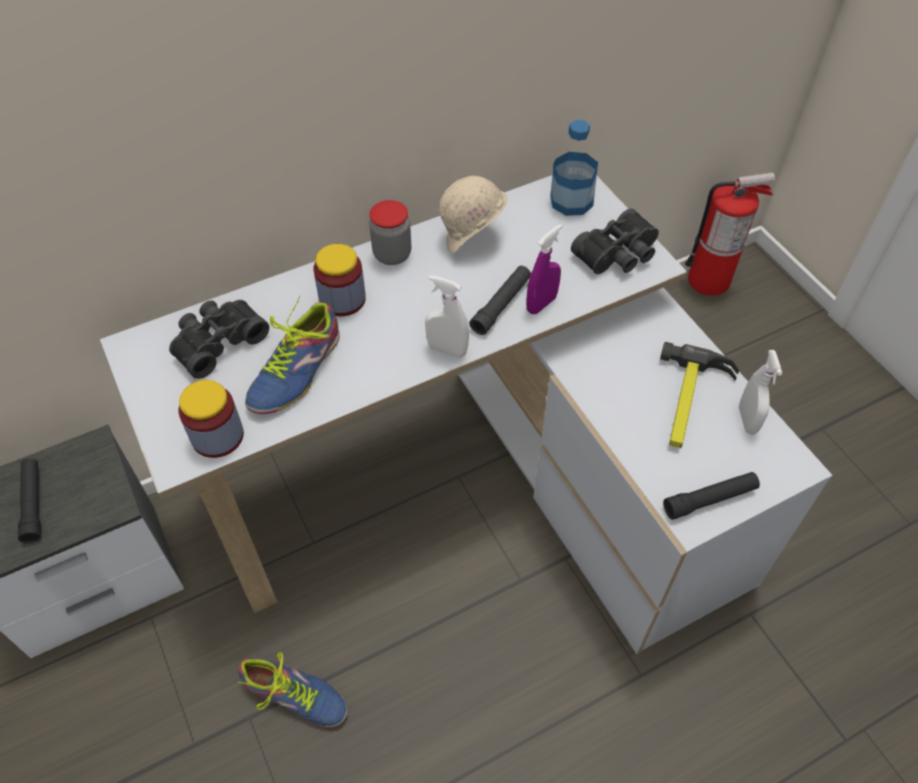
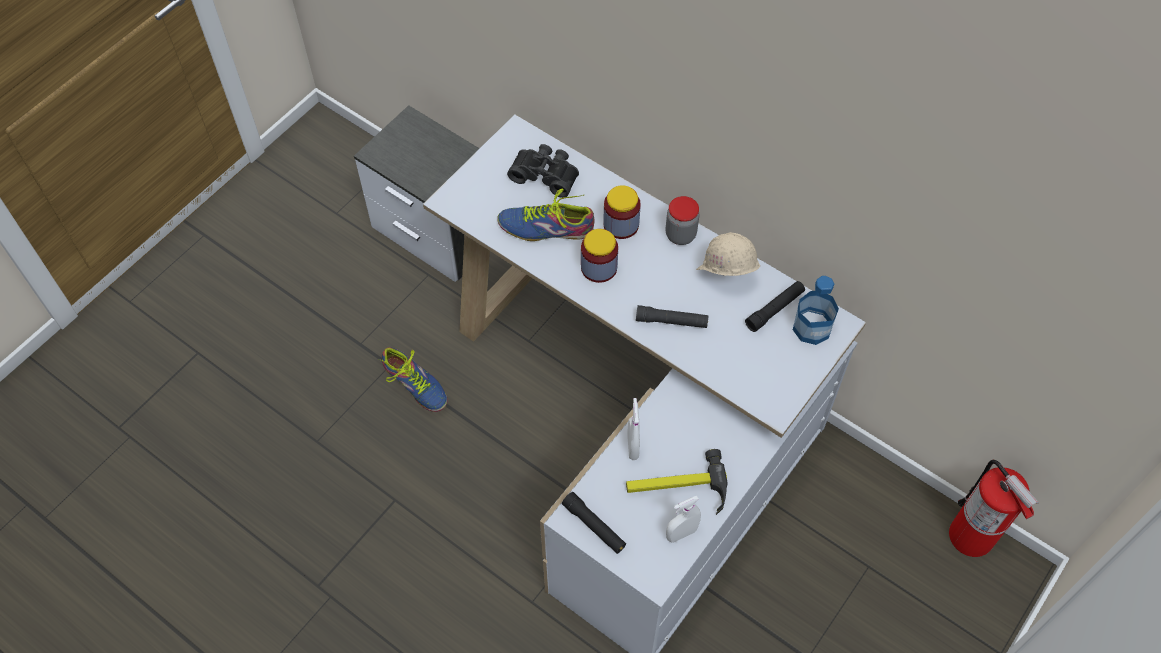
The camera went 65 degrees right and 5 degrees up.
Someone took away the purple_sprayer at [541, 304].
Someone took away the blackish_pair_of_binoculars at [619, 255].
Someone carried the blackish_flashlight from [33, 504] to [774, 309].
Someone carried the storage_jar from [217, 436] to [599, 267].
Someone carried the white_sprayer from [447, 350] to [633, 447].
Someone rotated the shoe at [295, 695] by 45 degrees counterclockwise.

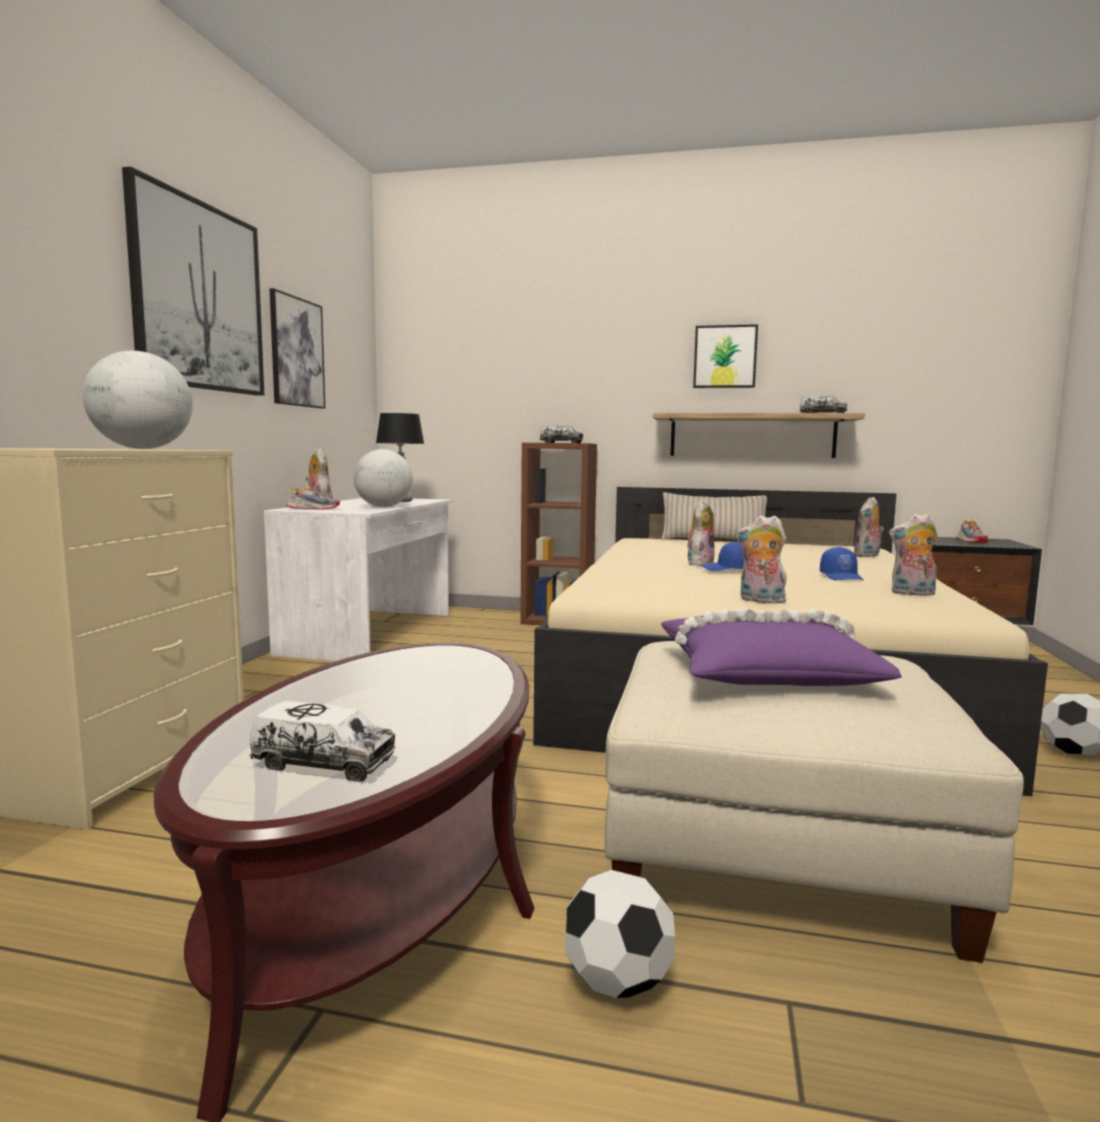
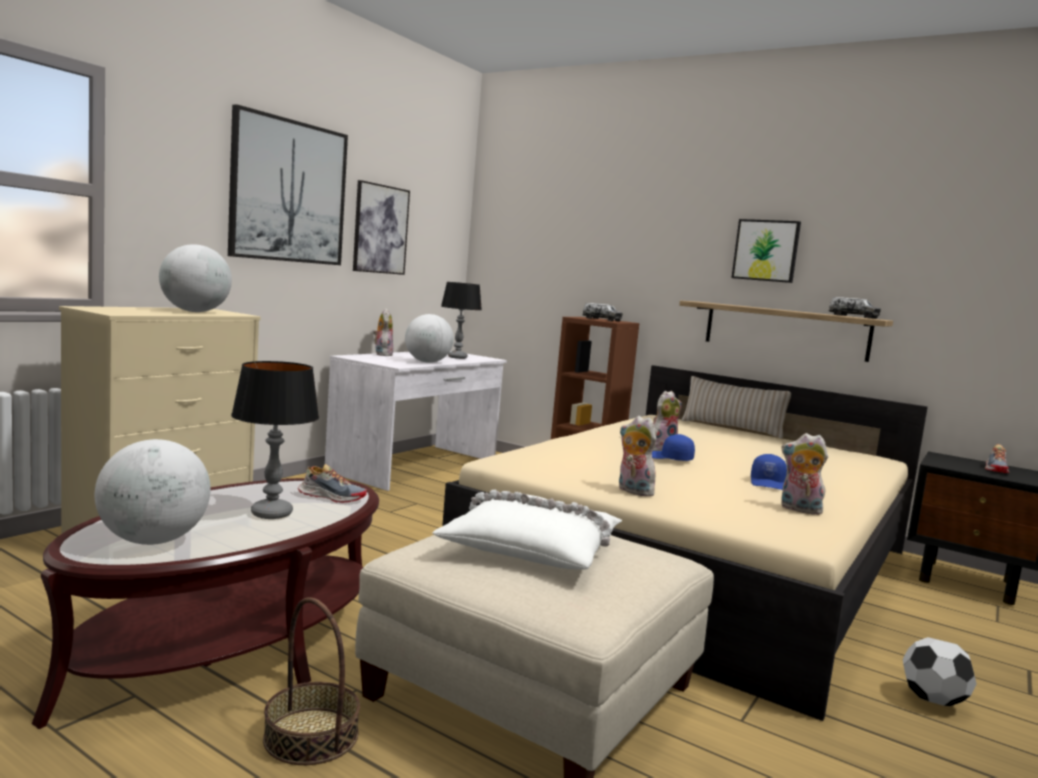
The camera went 20 degrees right and 0 degrees up.
Someone took away the plush_toy at [867, 556].
Someone put down the tabletop_lamp at [272, 514].
Someone carried the shoe from [313, 509] to [331, 497].
Someone swapped the toy_truck at [324, 763] for the world_globe at [153, 541].
Someone swapped the football at [617, 982] for the storage_basket at [311, 736].
Someone repainted the purple_pillow at [764, 671], which became the white_pillow at [532, 546].

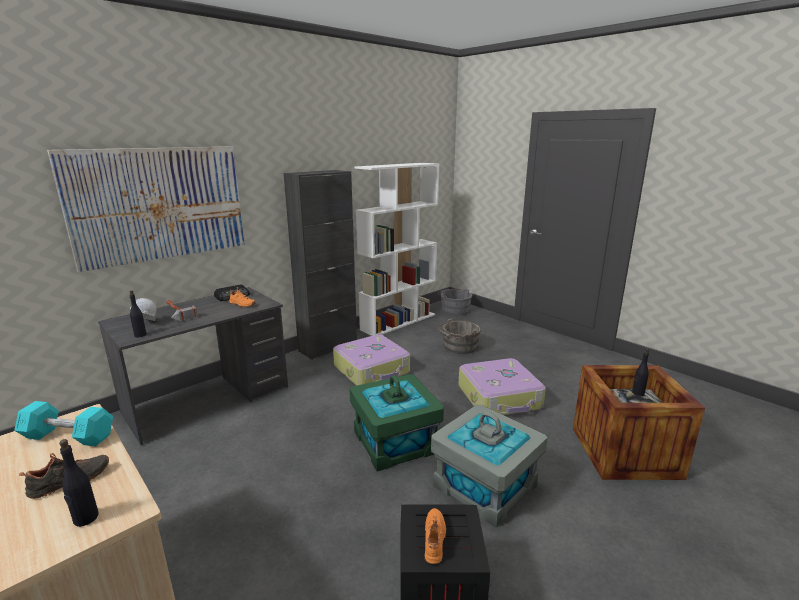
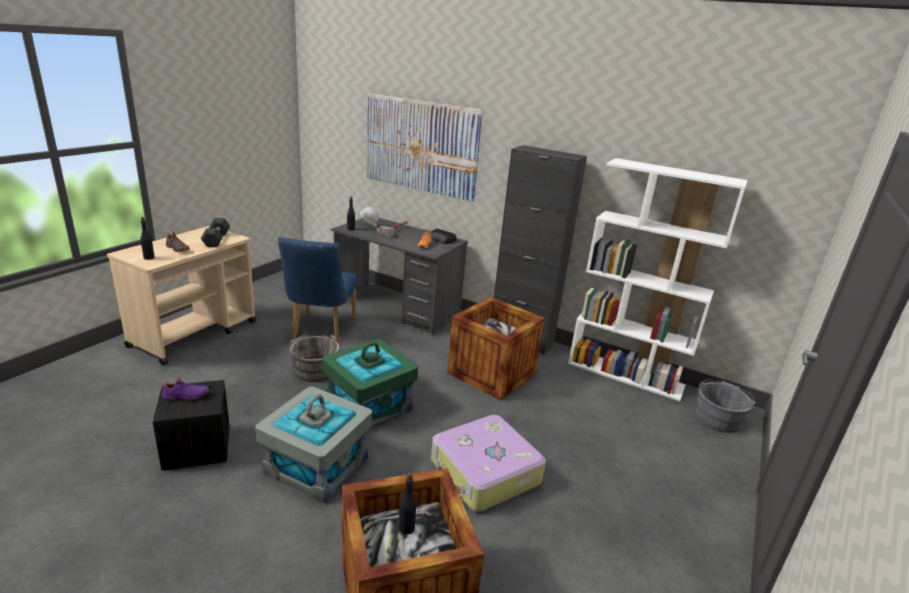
The camera went 70 degrees right and 5 degrees up.
Someone put down the blue_chair at [321, 330].
Someone carried the greyish_bucket from [458, 347] to [313, 369].
Someone swapped the suitcase at [372, 369] for the shipping_crate at [492, 373].
Someone repainted the turquoise_dumbbell at [68, 436], which became the greyish_dumbbell at [216, 239].
Someone repainted the orangey_shoe at [435, 539], which became the purple_shoe at [186, 396].

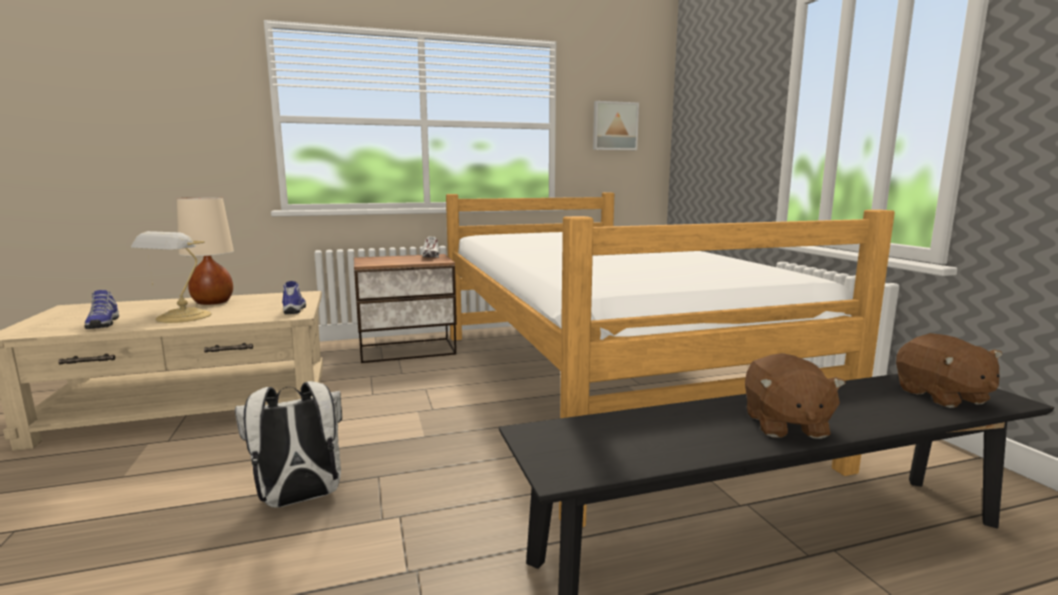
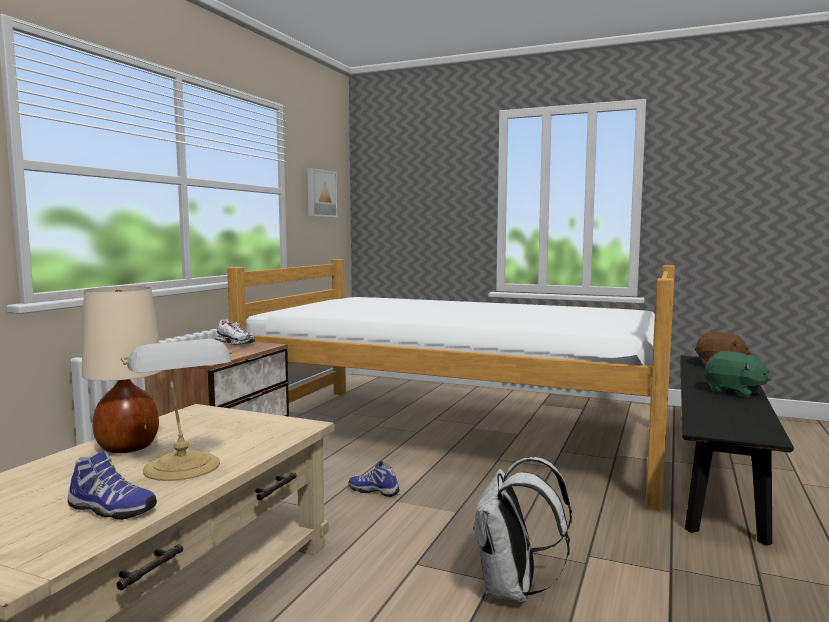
The camera went 50 degrees left and 5 degrees down.
Someone carried the shoe from [295, 309] to [374, 491].
Someone repainted the brown-coloured_plush_toy at [784, 425], which became the greenish_plush_toy at [734, 392].

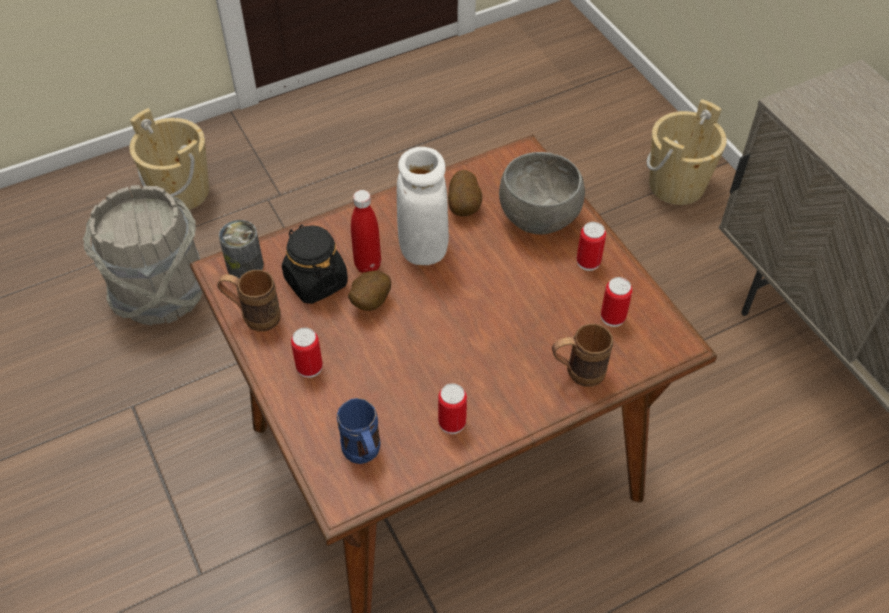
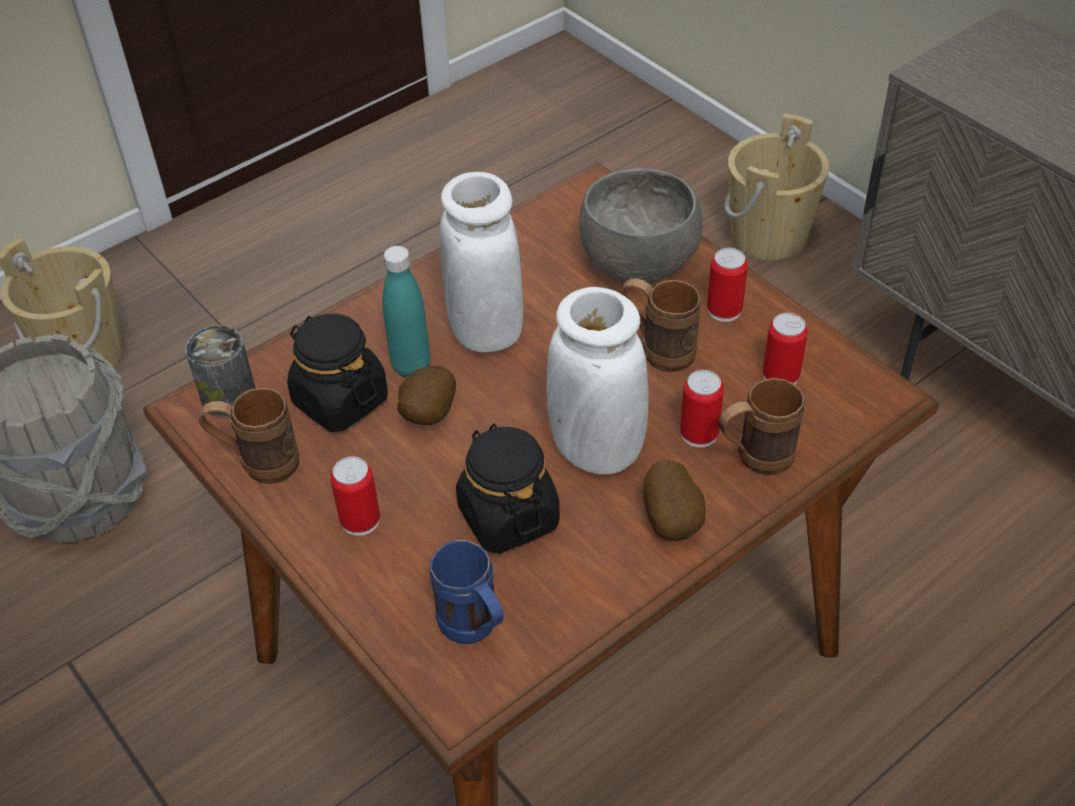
The camera went 10 degrees left and 5 degrees down.
Someone put down the blackish_storage_jar at [508, 516].
Someone put down the white_flower_vase at [596, 449].
Someone put down the brown-coloured_coffee_mug at [657, 350].
Someone carried the metal_can from [452, 422] to [699, 433].
Someone carried the whole_potato from [465, 207] to [673, 521].
Someone repainted the red_bottle at [368, 265], which became the turquoise_bottle at [411, 366].

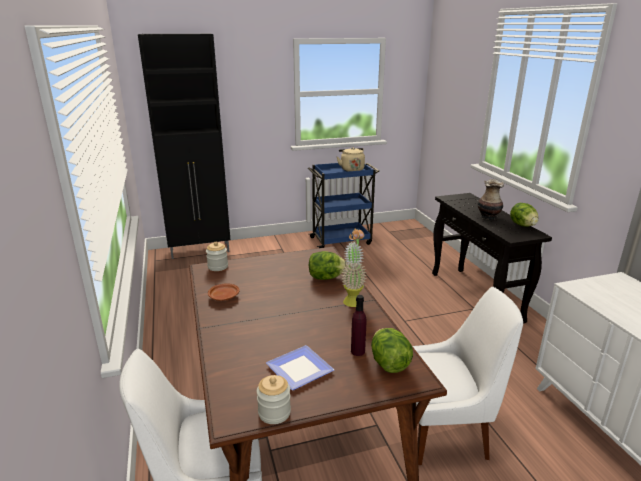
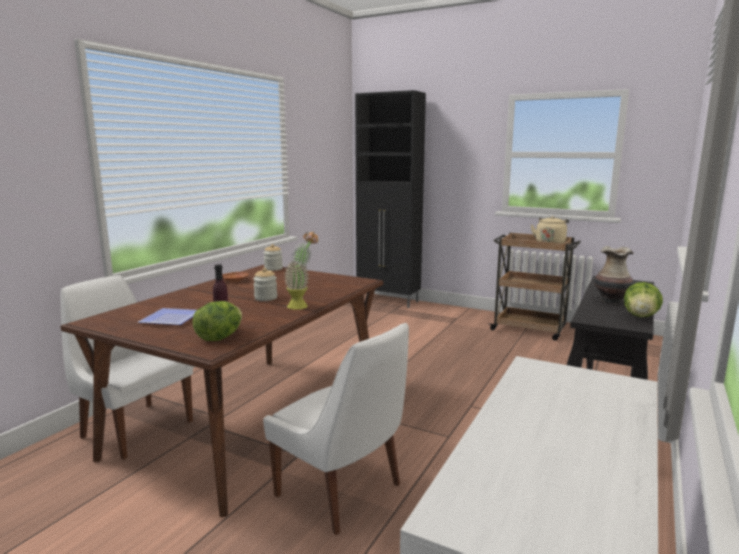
The camera went 45 degrees right and 10 degrees down.
Someone took away the lettuce at [326, 278].
Someone carried the storage_jar from [274, 413] to [265, 298].
Someone repainted the blue_trolley at [341, 240], which became the brown-coloured_trolley at [530, 329].

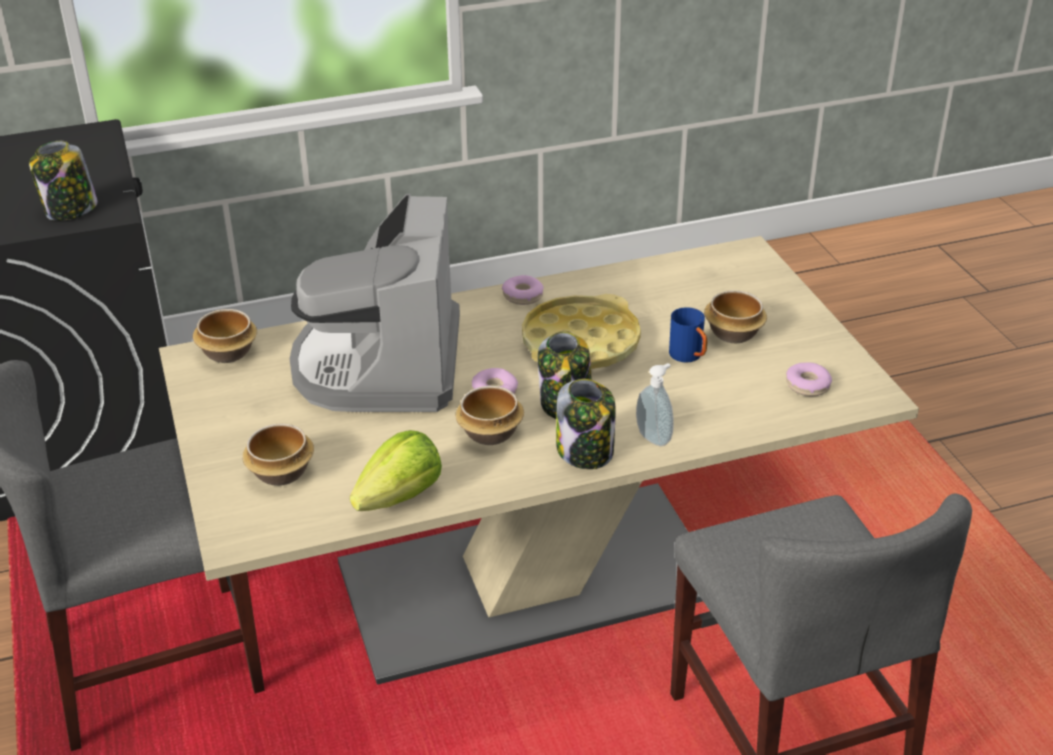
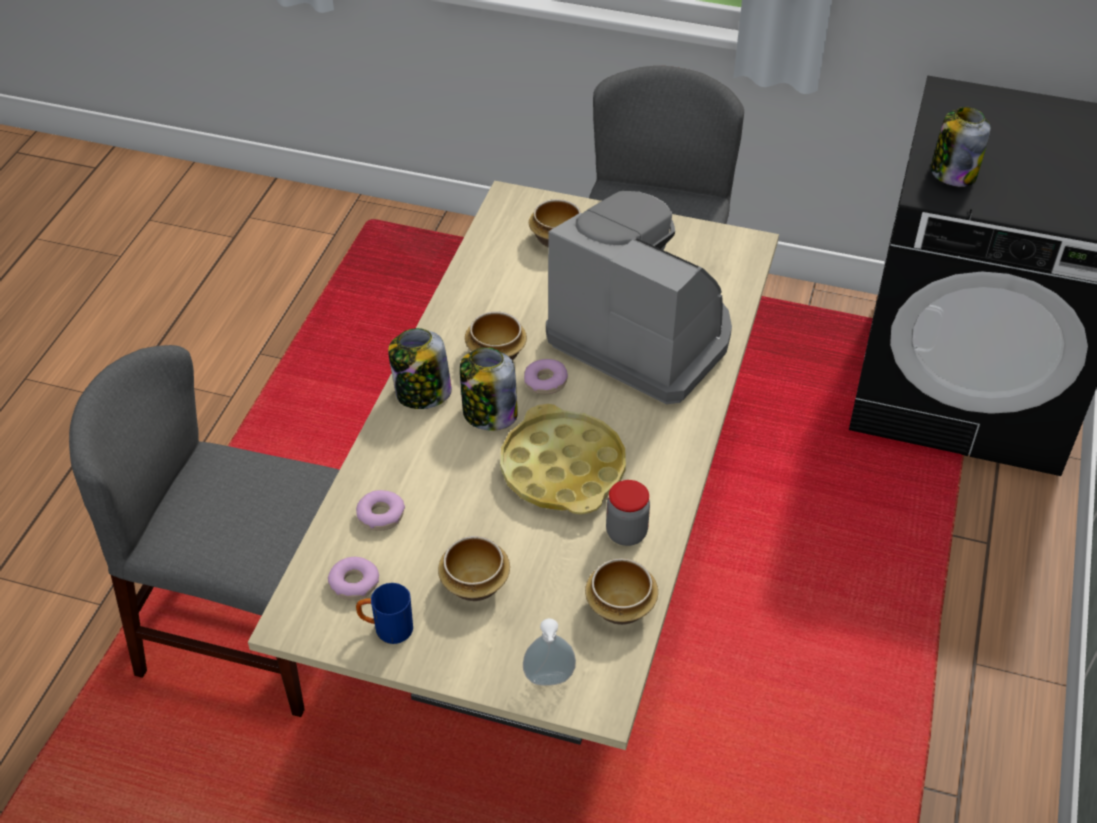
The camera went 125 degrees right and 10 degrees up.
Someone took away the lettuce at [400, 496].
Someone put down the storage_jar at [626, 533].
Someone carried the bowl from [227, 352] to [622, 607].
Someone carried the doughnut from [522, 296] to [381, 515].
Someone carried the soap_dispenser from [655, 437] to [549, 681].
Someone carried the blue_coffee_mug from [689, 357] to [386, 628].

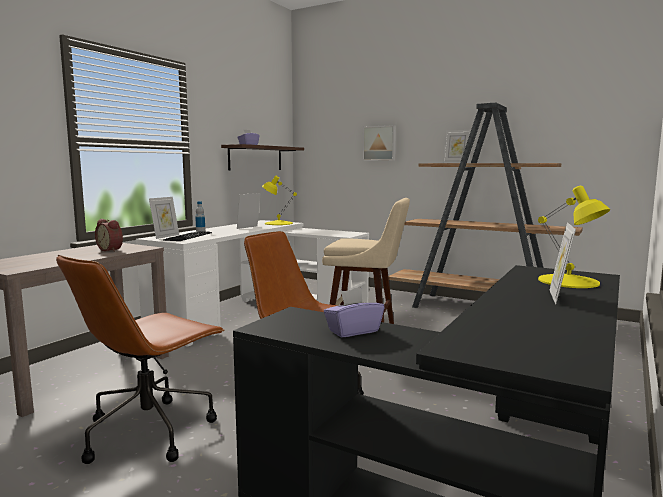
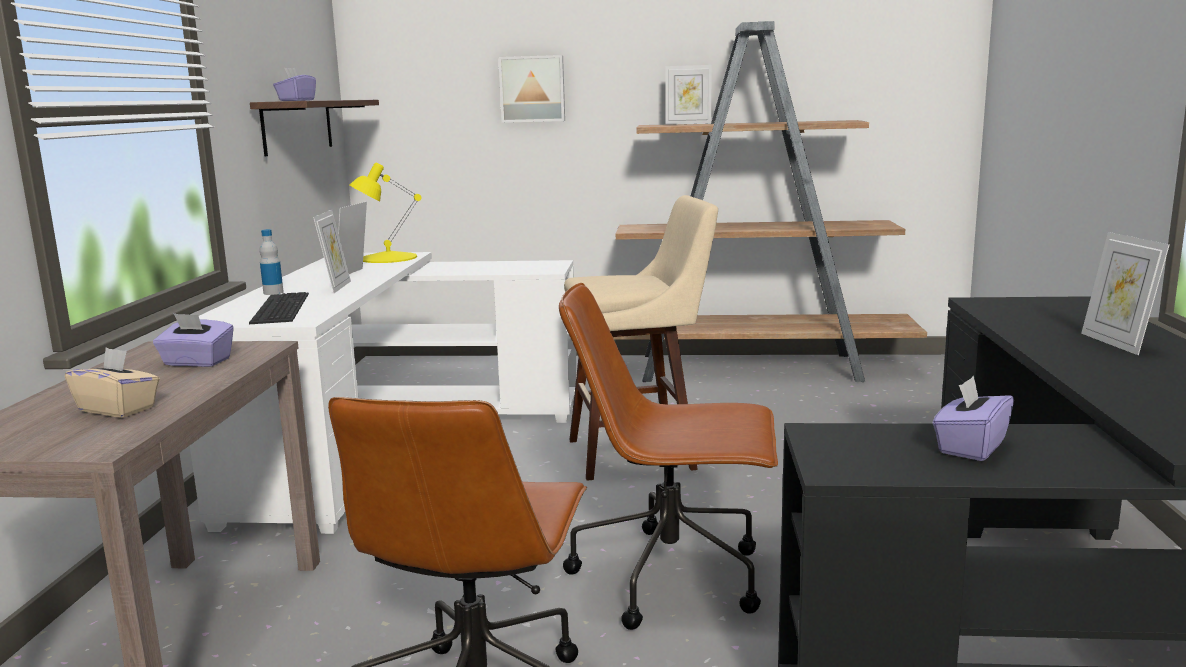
The camera went 25 degrees left and 5 degrees up.
Someone took away the yellow_tabletop_lamp at [569, 281].
Someone put down the beige_tissue_holder at [118, 409].
Someone carried the picture_frame from [165, 236] to [336, 287].
Someone swapped the bedside_clock at [111, 250] for the purple_tissue_holder at [197, 362].

